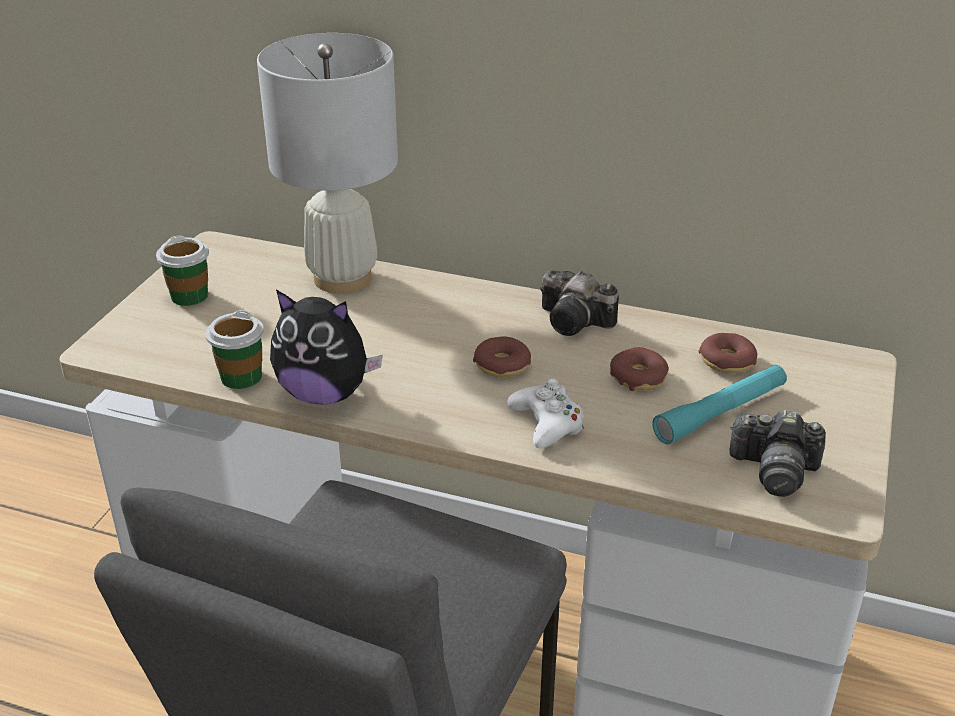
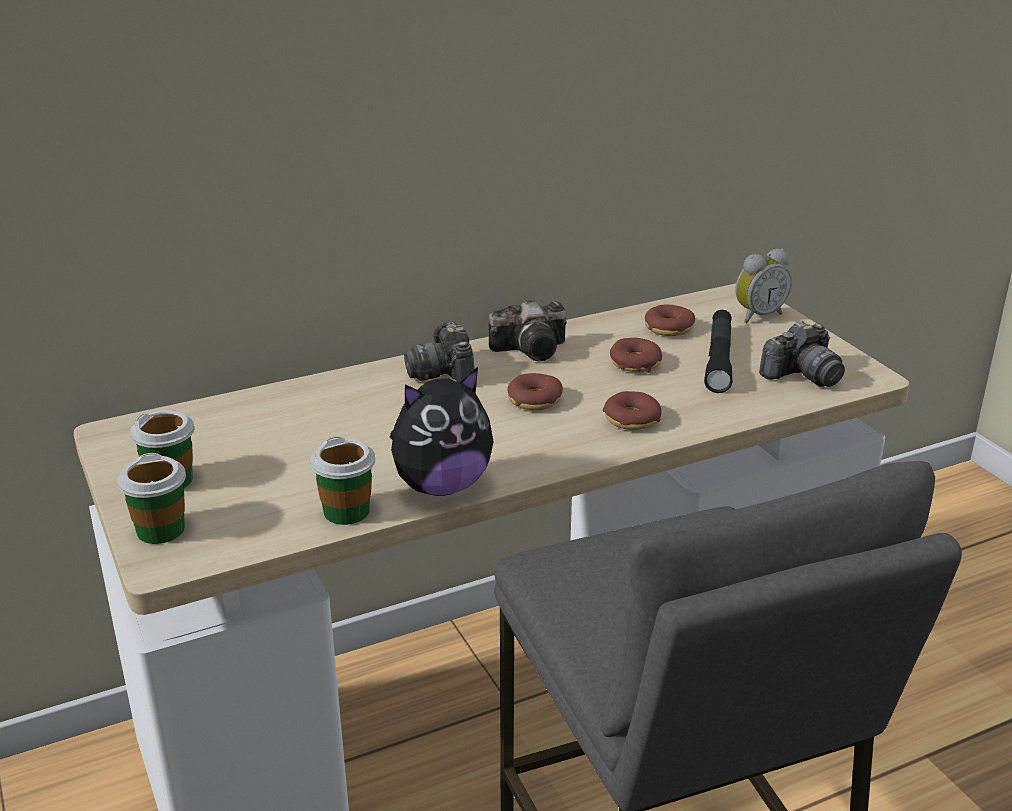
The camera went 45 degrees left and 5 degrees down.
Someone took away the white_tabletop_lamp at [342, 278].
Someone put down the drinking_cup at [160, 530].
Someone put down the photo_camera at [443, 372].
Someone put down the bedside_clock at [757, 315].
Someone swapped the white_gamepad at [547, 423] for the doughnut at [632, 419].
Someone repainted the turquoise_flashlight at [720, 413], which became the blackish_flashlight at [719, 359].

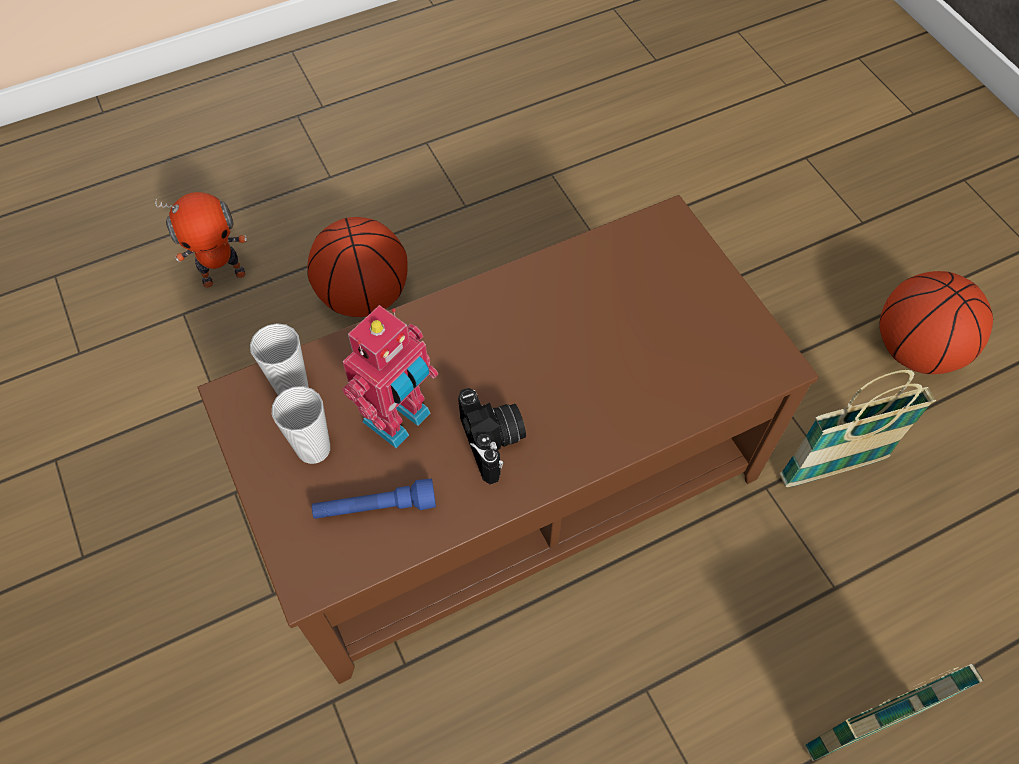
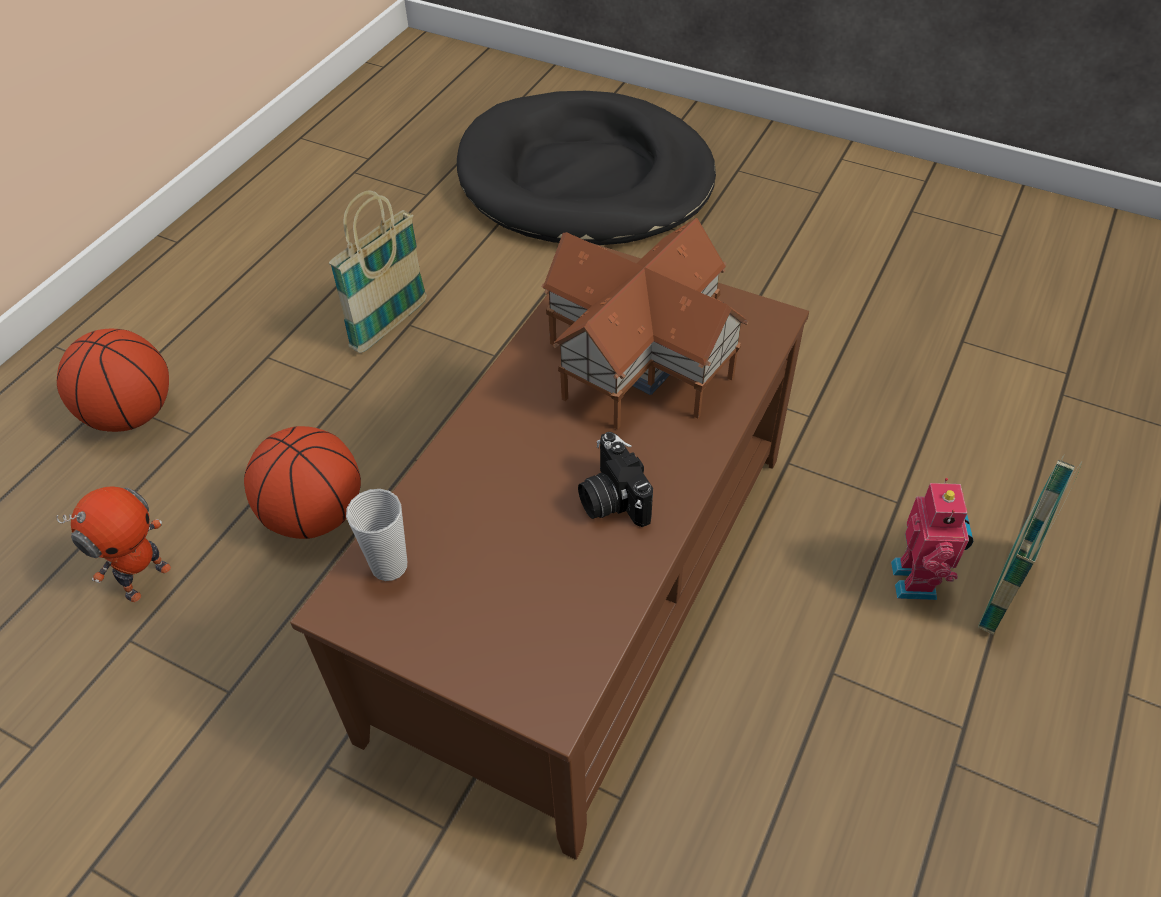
The camera went 35 degrees left and 10 degrees down.
Someone took away the drinking_cup at [314, 449].
Someone took away the blue_flashlight at [375, 507].
Someone put down the blackish_dog_bed at [585, 179].
Someone put down the model_house at [640, 358].
Someone carried the toy_robot from [400, 420] to [918, 580].
Someone carried the storage_basket from [832, 468] to [389, 325].
Someone carried the basketball from [914, 350] to [131, 415].
Someone rotated the photo_camera at [494, 442] by 150 degrees counterclockwise.

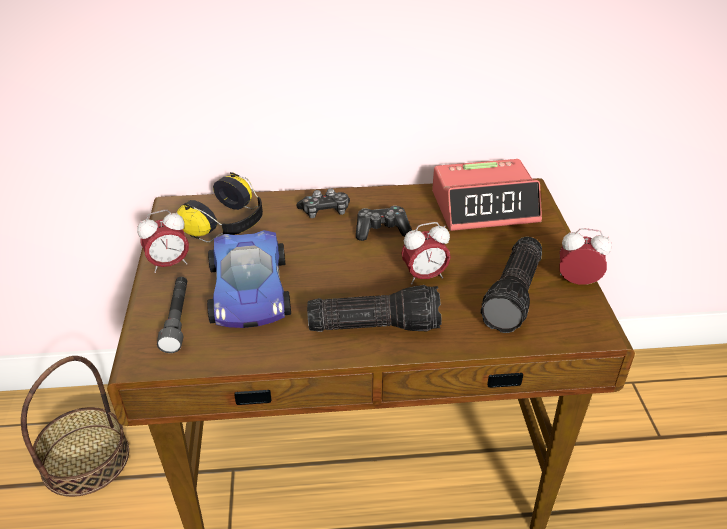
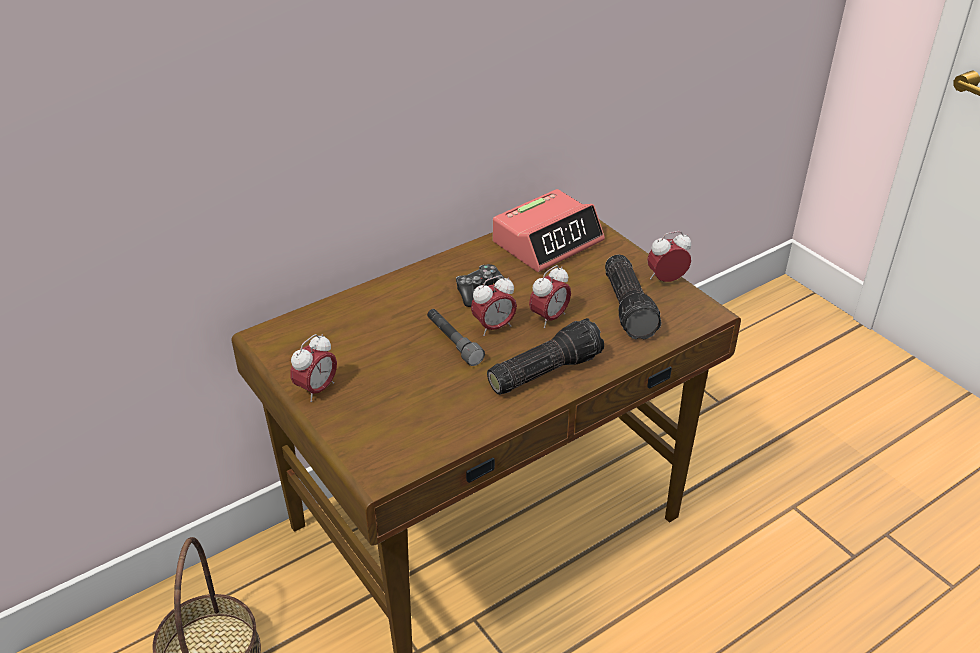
The camera went 30 degrees left and 0 degrees up.
Someone took away the headphones at [228, 224].
Someone took away the model_car at [249, 291].
Someone took away the gamepad at [325, 211].
Someone put down the bedside_clock at [493, 327].
Someone carried the greyish_flashlight from [177, 319] to [453, 342].

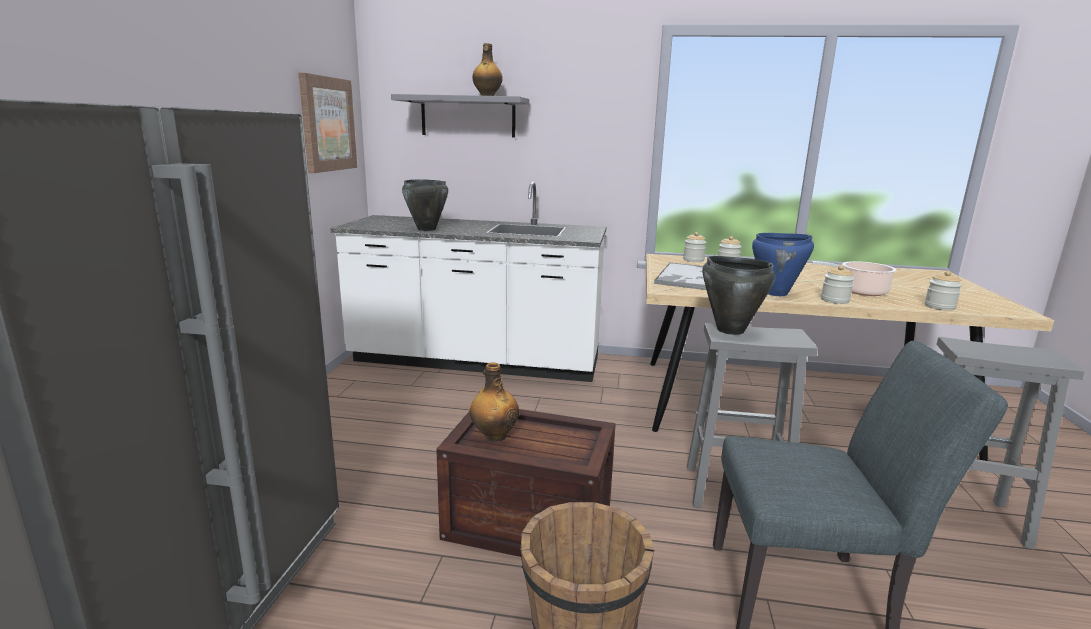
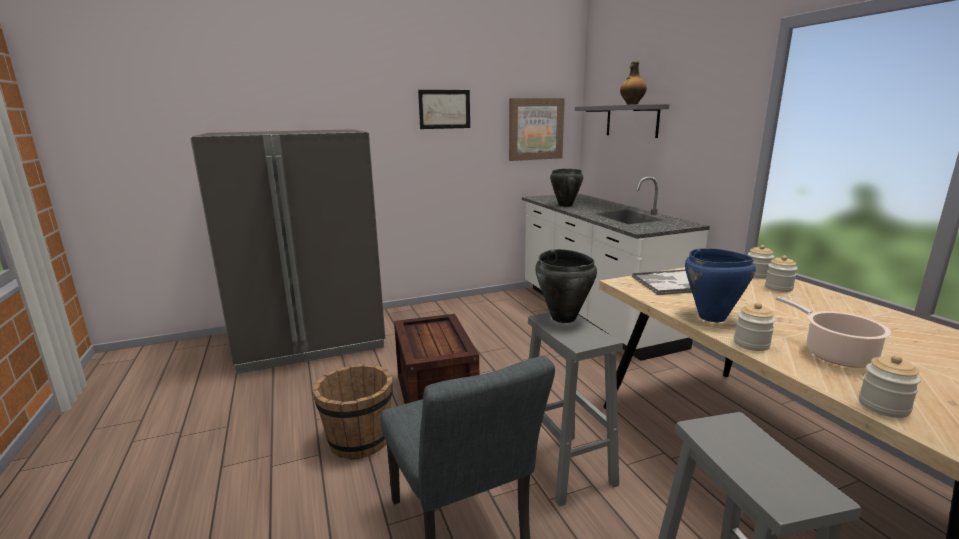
The camera went 60 degrees right and 0 degrees up.
Someone took away the bottle at [494, 435].
Someone put up the picture at [444, 109].

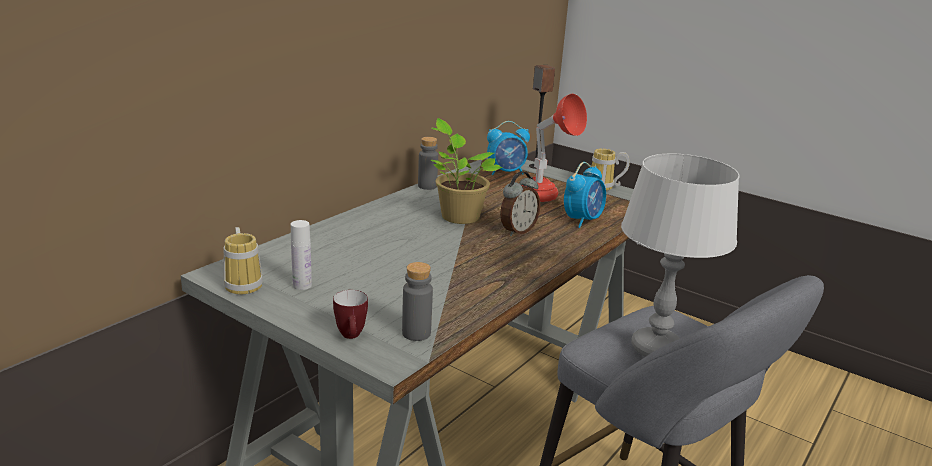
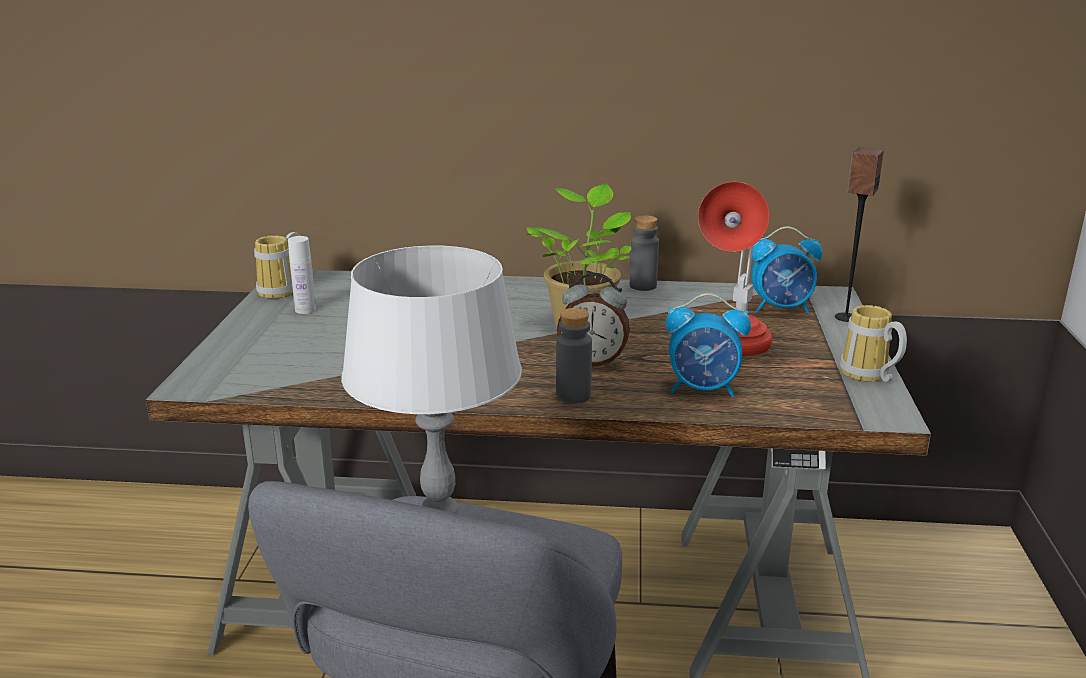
The camera went 60 degrees right and 0 degrees up.
Someone took away the coffee_mug at [351, 337].
Someone carried the greyish_bottle from [416, 333] to [573, 396].
Someone rotated the bedside_clock at [506, 172] by 45 degrees counterclockwise.

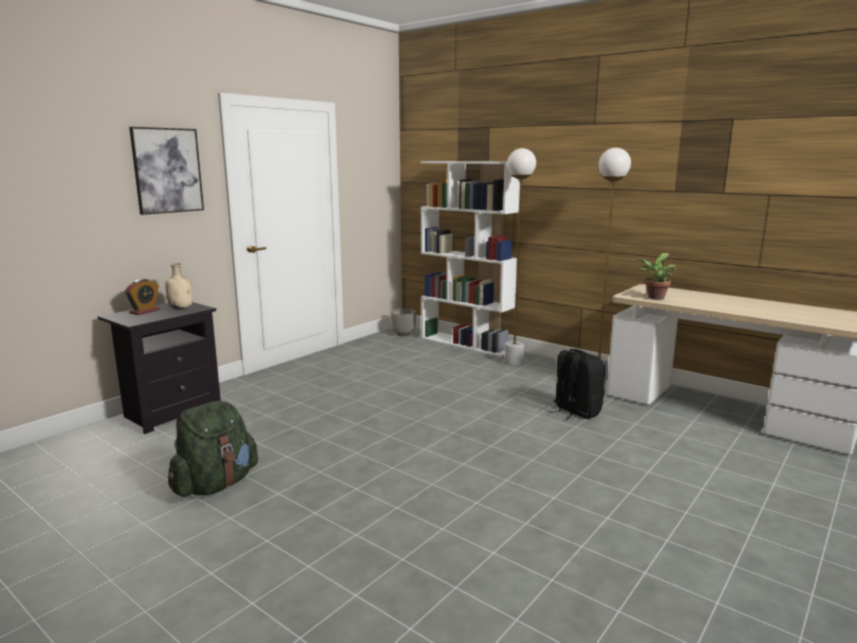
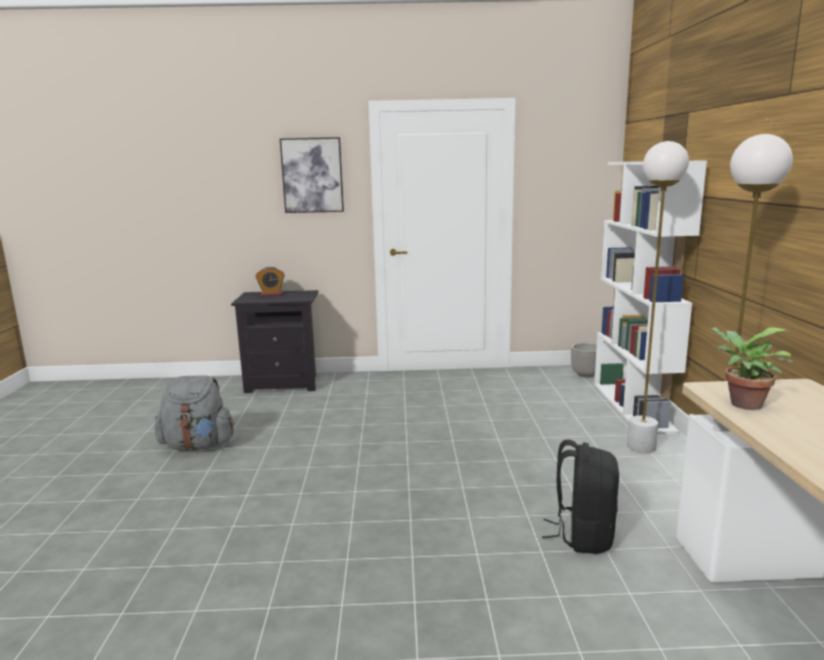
The camera went 50 degrees right and 0 degrees up.
Someone took away the beige_bottle at [181, 308].
Someone repainted the greenish_knapsack at [216, 485], which became the greyish_knapsack at [198, 446].

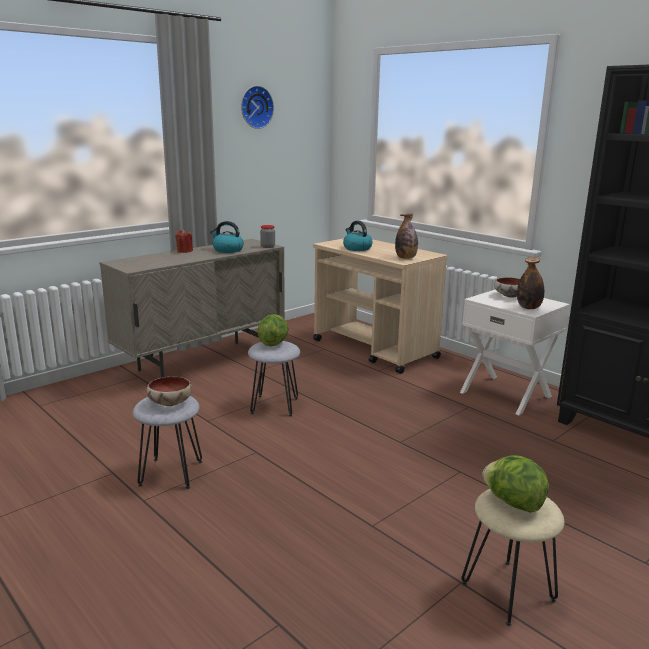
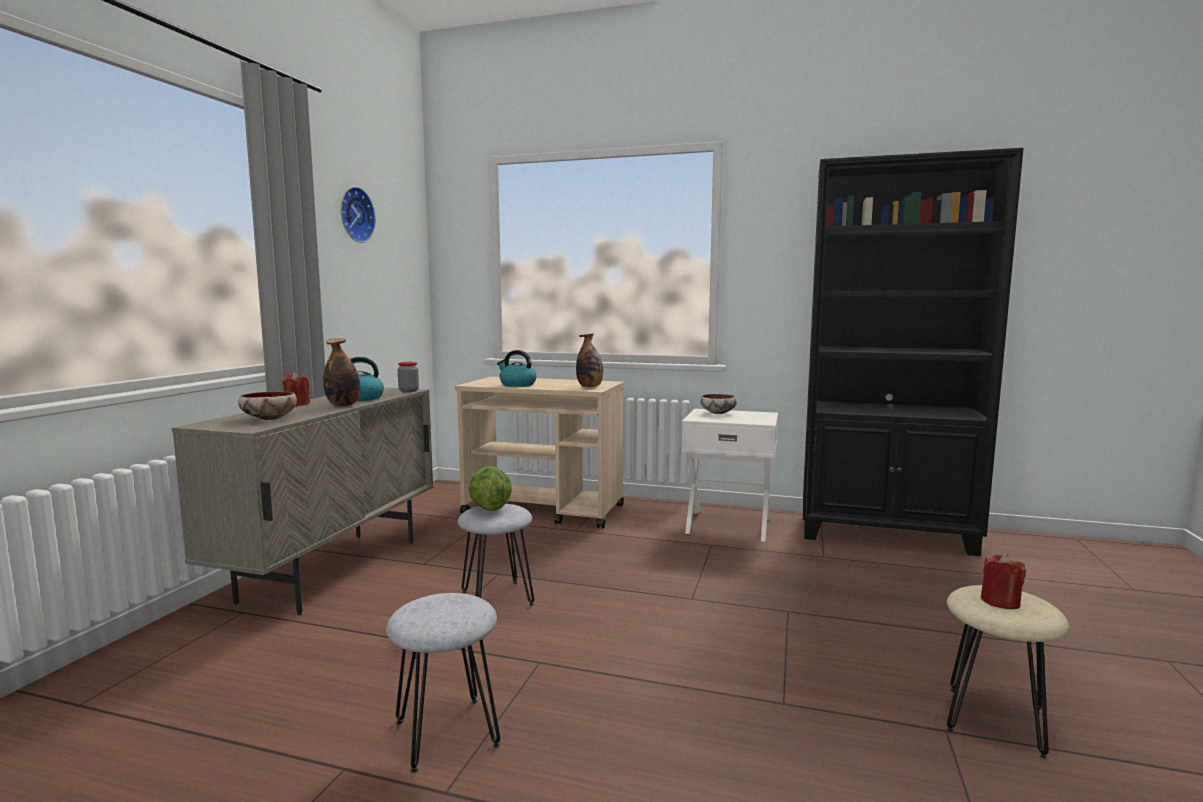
The camera went 30 degrees left and 10 degrees down.
Someone carried the bowl from [169, 403] to [268, 418].
Someone carried the bottle from [528, 307] to [343, 405].
Someone swapped the lettuce at [513, 503] for the red_wax_candle at [1000, 602].

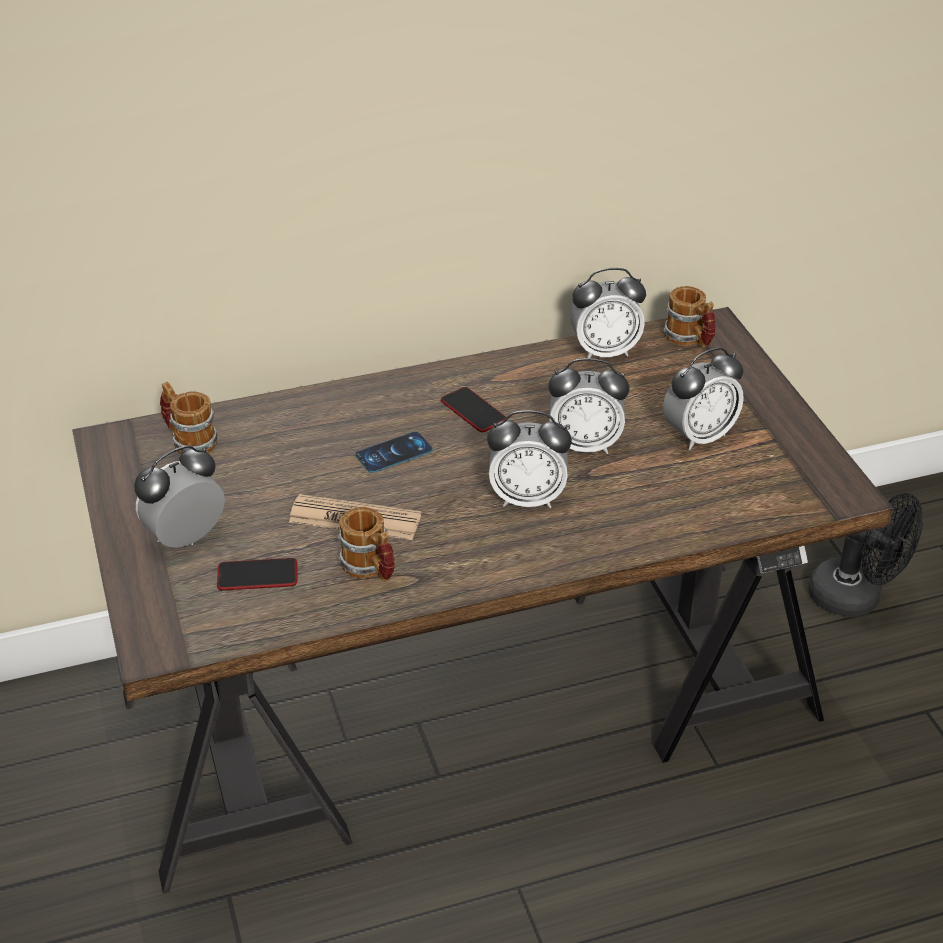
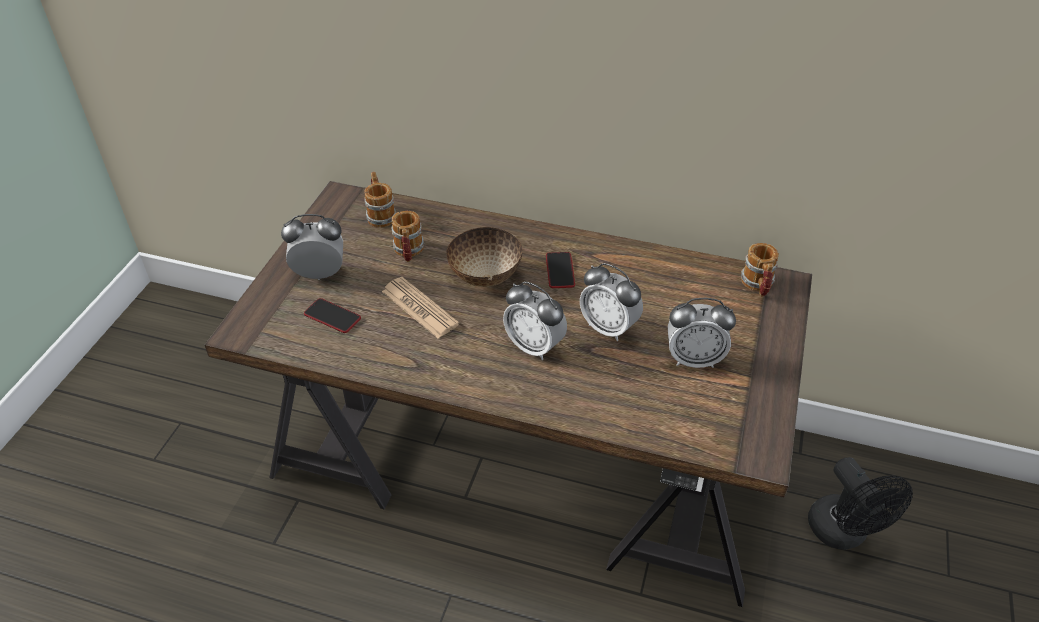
The camera went 35 degrees right and 5 degrees up.
Someone took away the bedside_clock at [604, 351].
Someone carried the coffee_mug from [370, 569] to [408, 252].
Someone swapped the handset at [394, 453] for the bowl at [484, 276].

